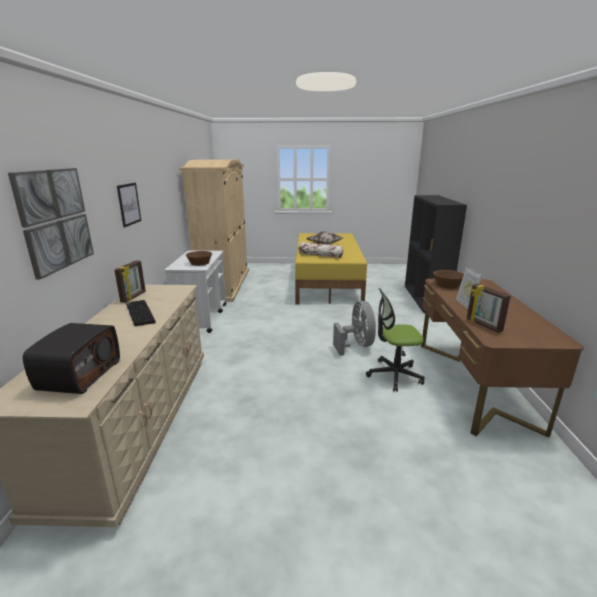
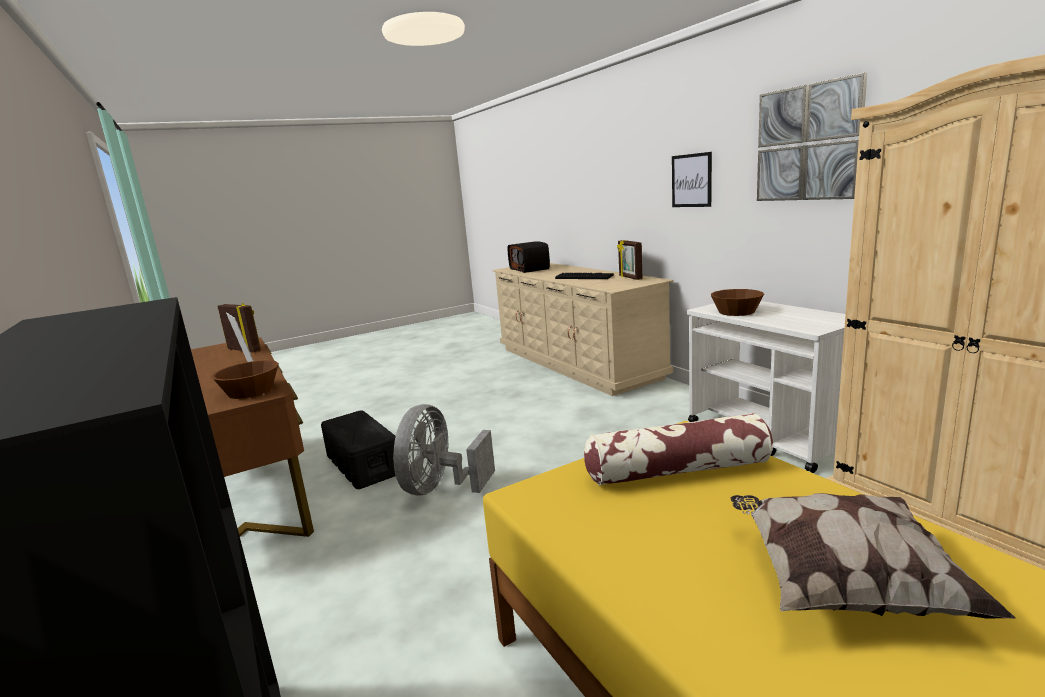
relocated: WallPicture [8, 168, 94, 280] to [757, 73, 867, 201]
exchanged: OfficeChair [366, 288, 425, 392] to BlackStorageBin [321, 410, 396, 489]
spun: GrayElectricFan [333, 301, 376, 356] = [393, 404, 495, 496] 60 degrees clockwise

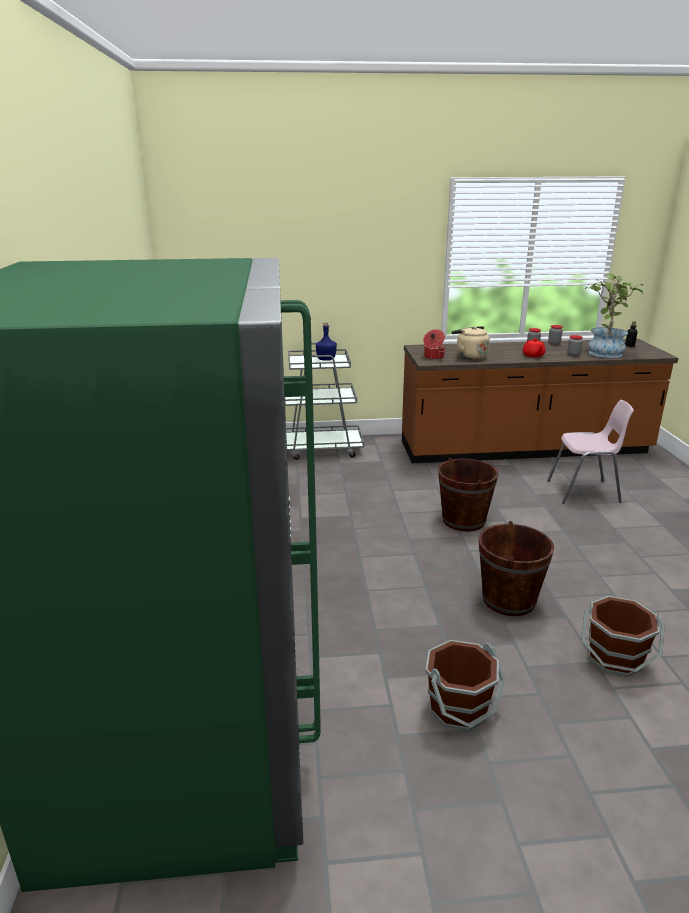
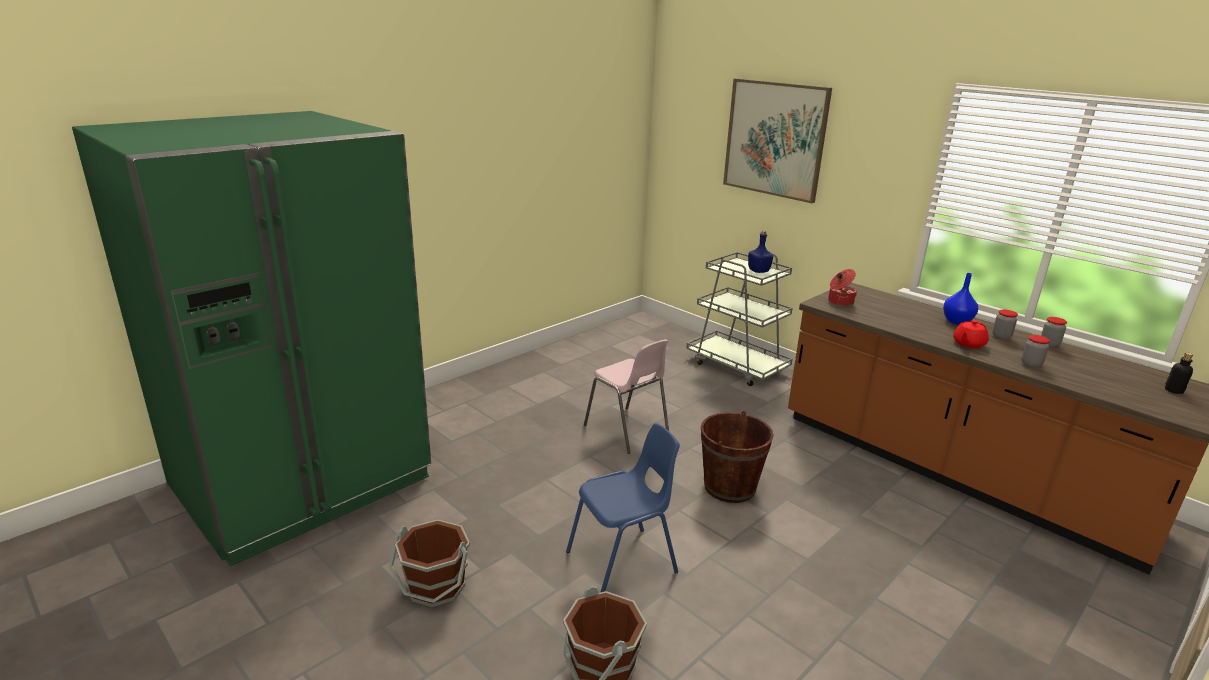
missing: BeigeColouredWaterKettle [451, 326, 490, 360]; PlantInAPot [585, 273, 643, 358]
appeared: WallPicture [723, 78, 832, 203]; BlueDecorativeVase [943, 273, 978, 325]
relocated: PinkishUprightChair [547, 400, 634, 504] to [584, 339, 669, 454]
exchanged: BrownBucket [479, 521, 554, 616] to BlueUprightChair [566, 423, 680, 592]

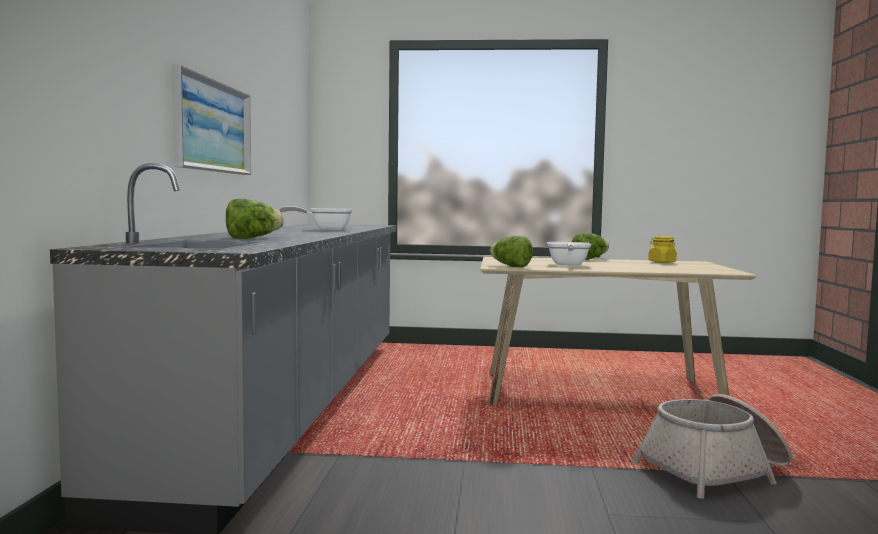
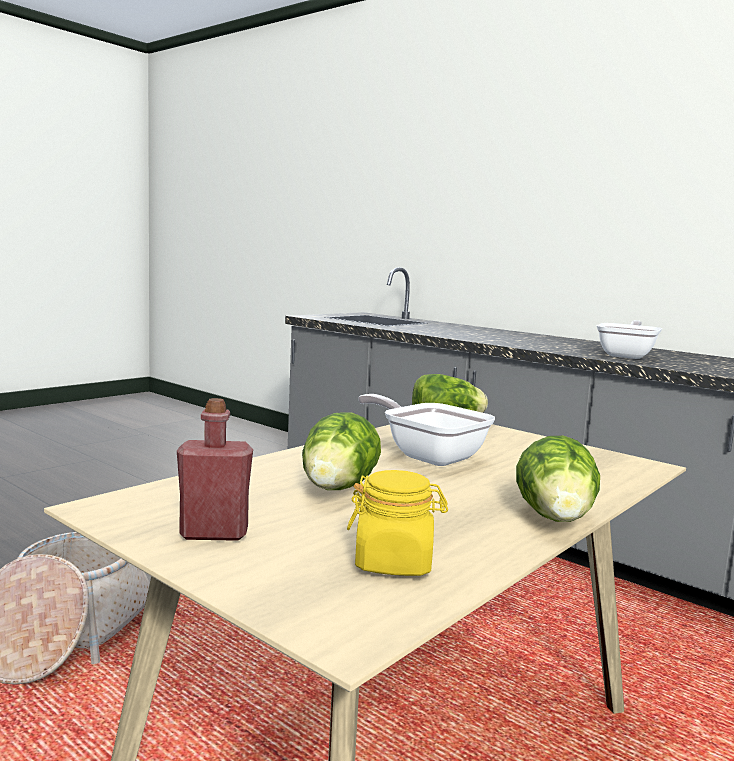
missing: WallPicture [172, 65, 251, 175]
appeared: ReddishDrinkBottle [177, 398, 253, 541]
relocated: HeadOfLettuce [226, 199, 284, 239] to [302, 412, 381, 490]

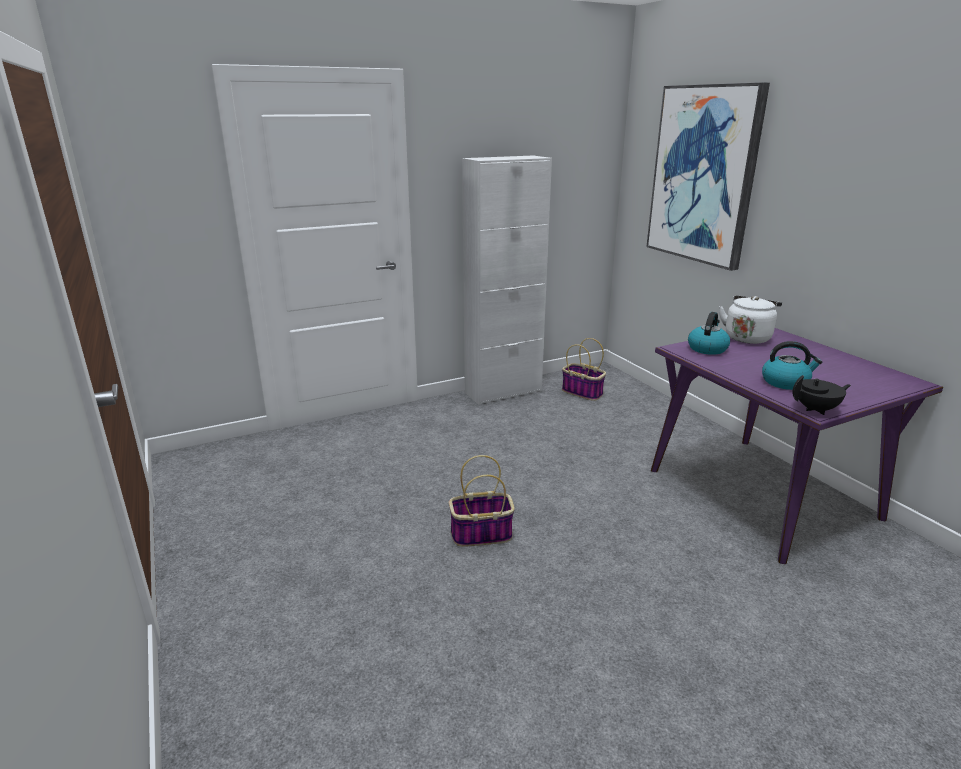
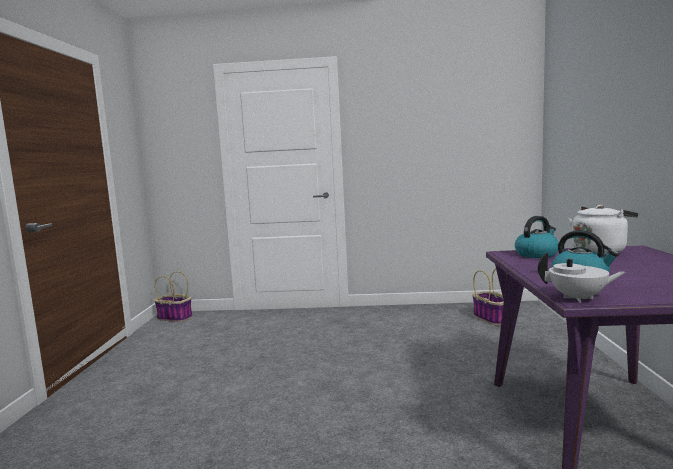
missing: WhiteCupboard [462, 155, 552, 405]; WallPicture [646, 83, 770, 271]
relocated: Basket [449, 455, 515, 547] to [154, 271, 192, 322]
colour: BlackPotForTea [792, 375, 851, 415] to WhitePotForTea [538, 252, 626, 303]

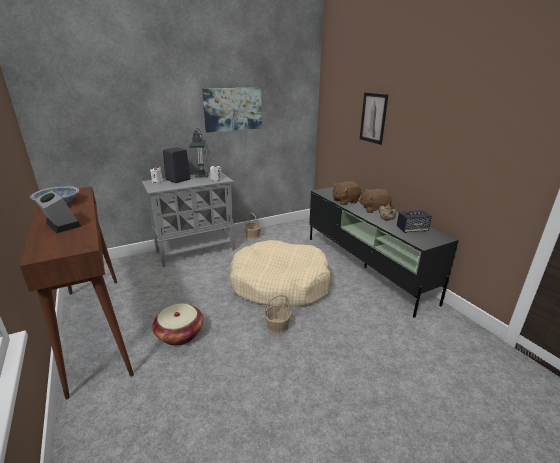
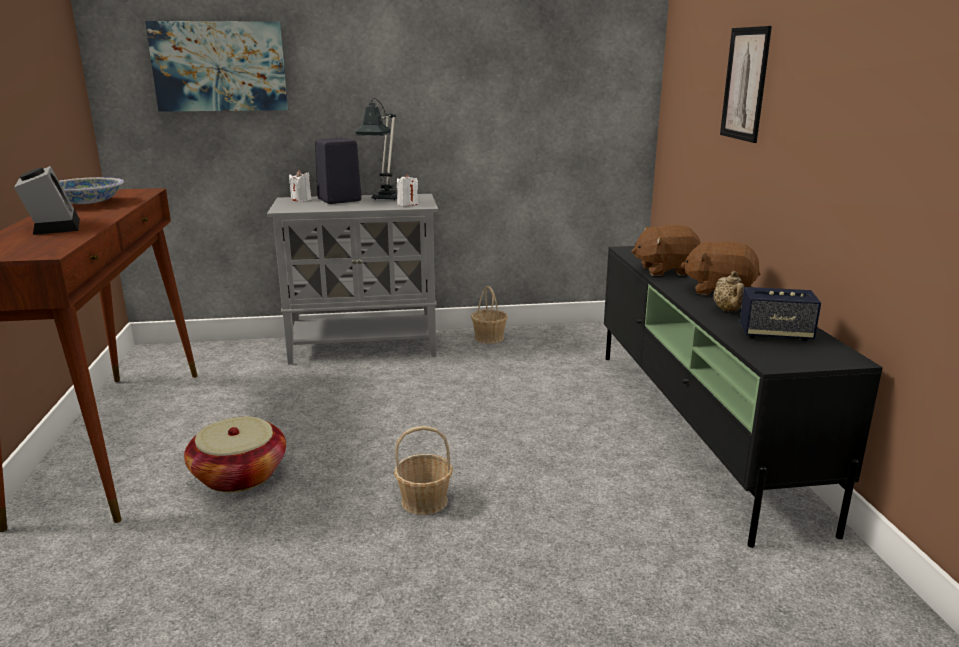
missing: BeigeColouredDogBed [229, 240, 331, 307]
relocated: WallPicture [202, 87, 262, 132] to [145, 21, 288, 112]

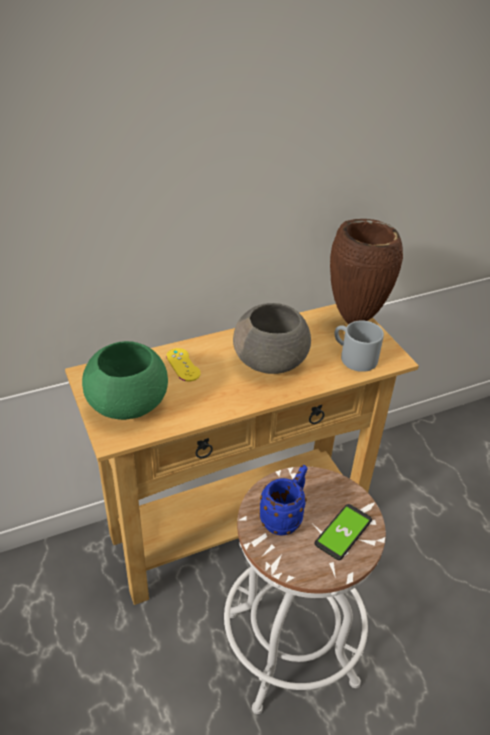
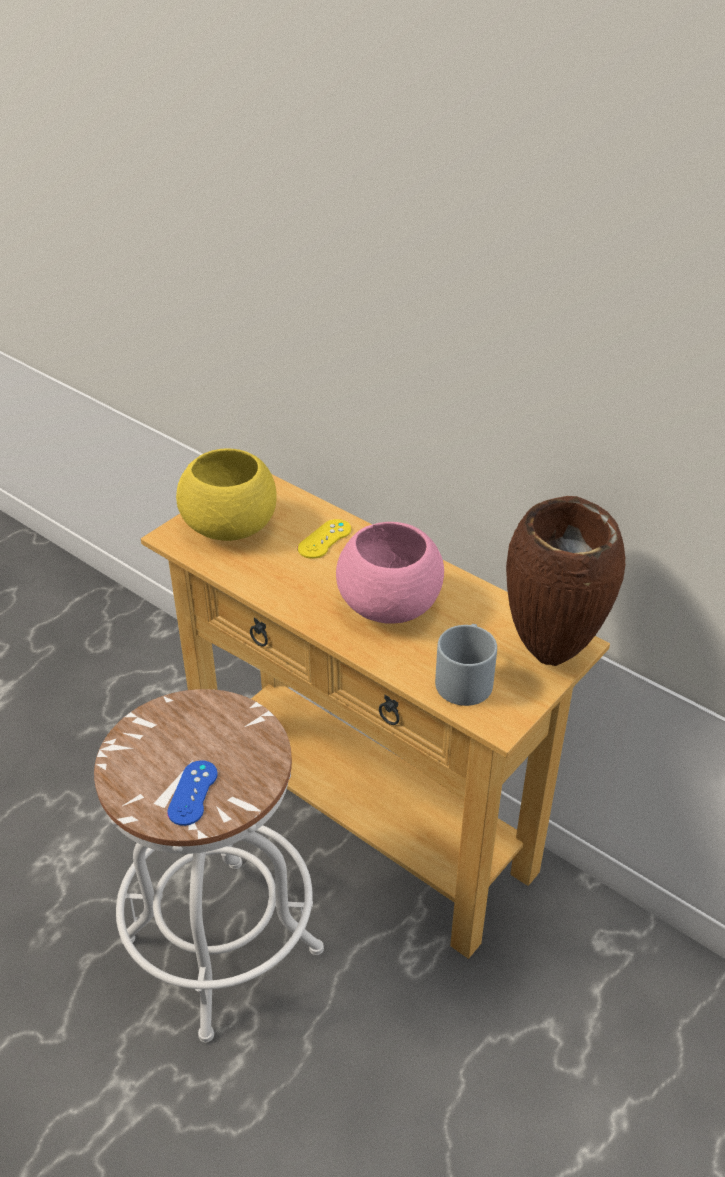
missing: BlueTeaMug [259, 465, 308, 535]
exchanged: Phone [315, 504, 372, 560] to BlueGamepad [167, 760, 218, 826]
colour: GreenColouredBowl [82, 341, 168, 420] to YellowishBowl [176, 449, 277, 541]; GrayBowl [233, 303, 311, 374] to PinkishBowl [336, 522, 444, 624]

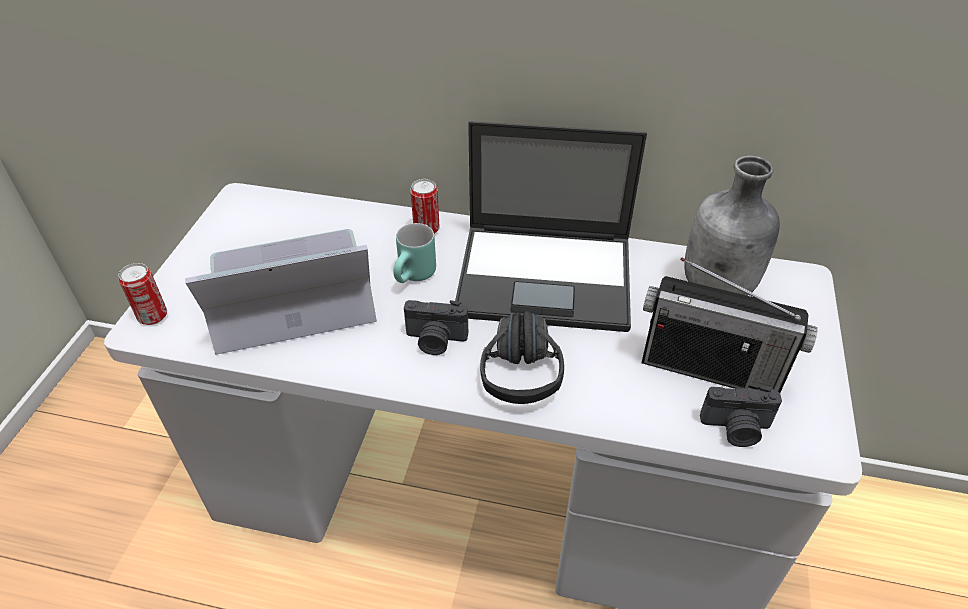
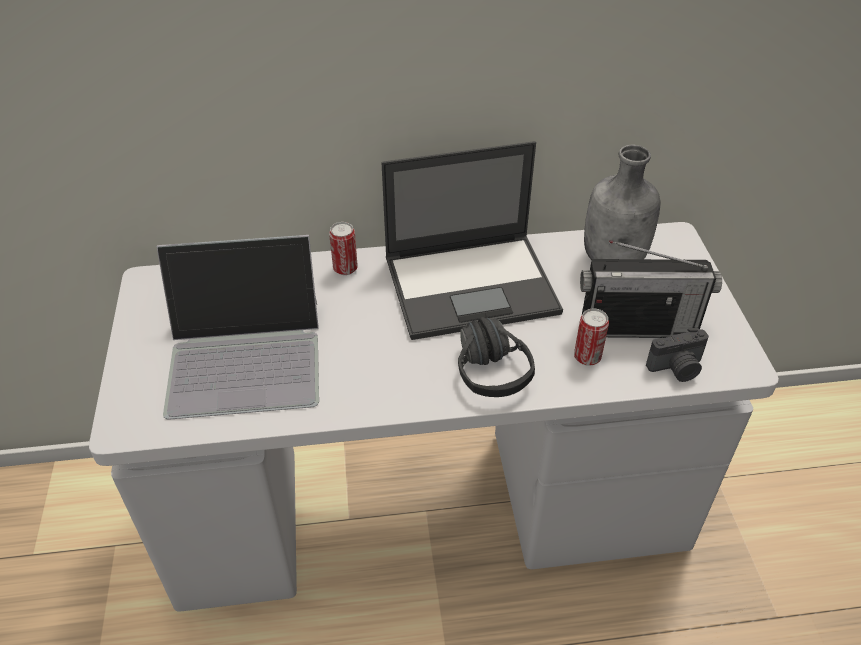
missing: BlueGreenTeaMug [394, 223, 436, 283]; StillCamera [404, 300, 468, 355]
relocated: Can [119, 263, 167, 325] to [574, 308, 609, 366]
spun: PortableComputer [185, 229, 377, 355] = [156, 235, 319, 420] 150 degrees counterclockwise

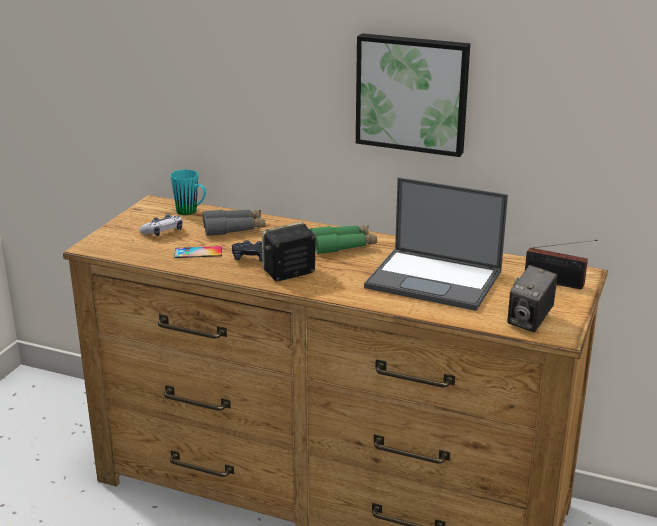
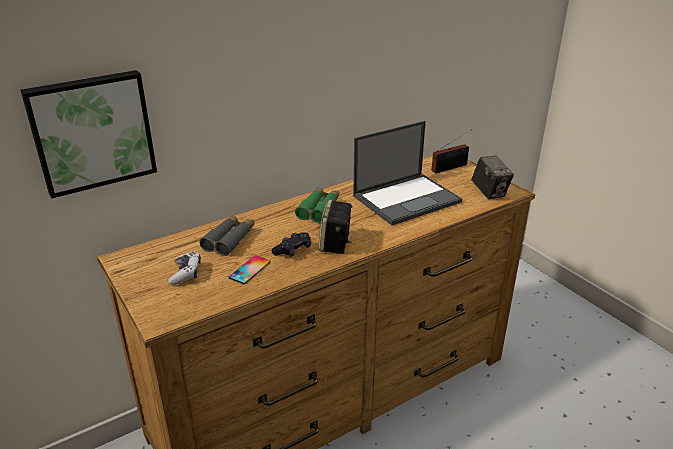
missing: BlueGreenTeaMug [170, 169, 206, 215]
relocated: WallPicture [356, 33, 470, 157] to [20, 70, 157, 198]

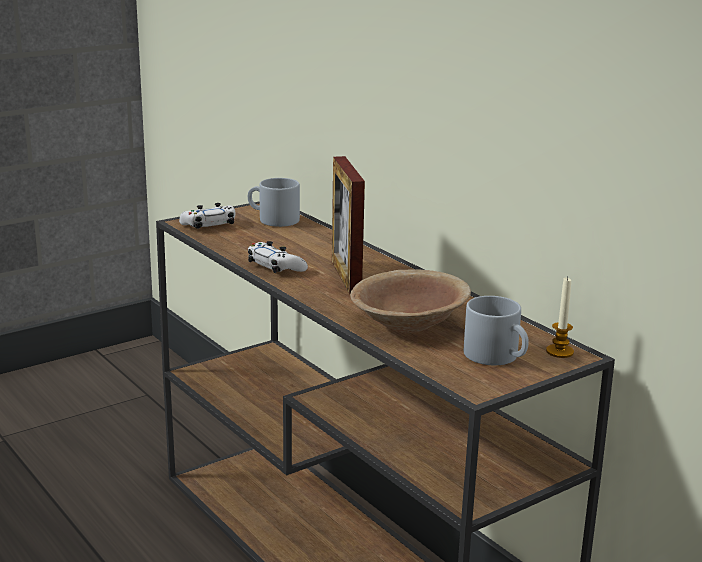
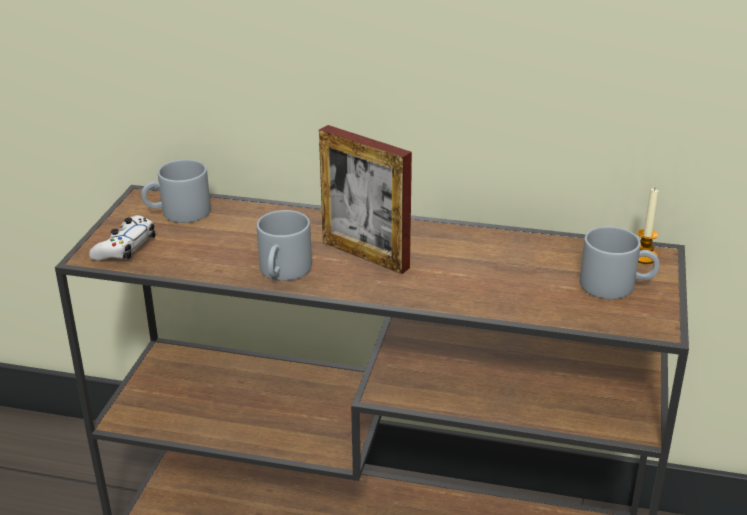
missing: BrownBowl [350, 269, 471, 333]
exchanged: WhiteGamepad [248, 241, 308, 273] to GrayTeaMug [257, 210, 312, 281]

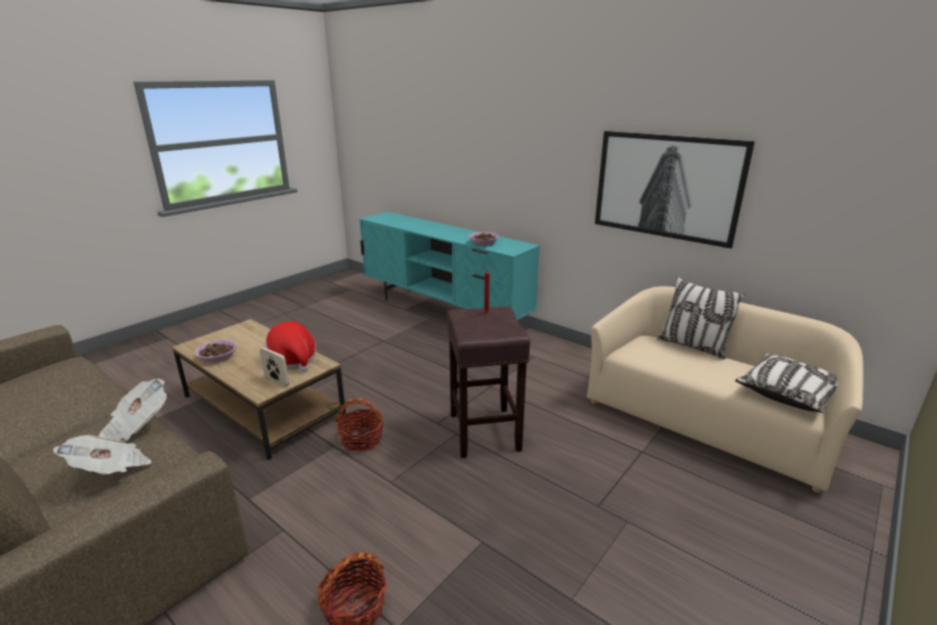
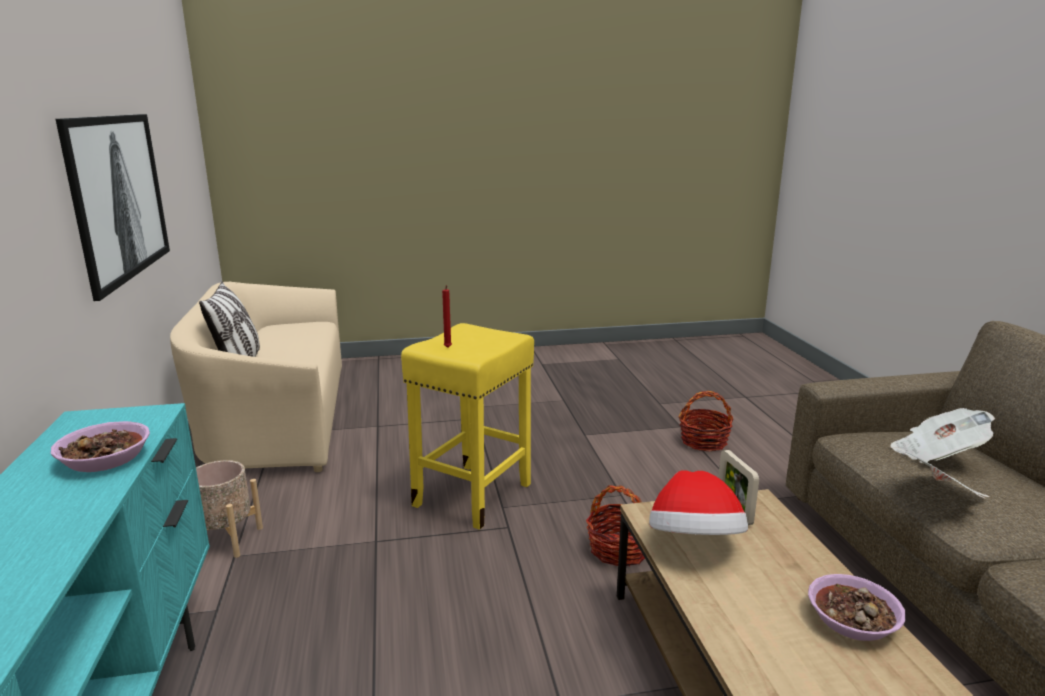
missing: Pillow [735, 353, 838, 413]
appeared: BeigeColouredFlowerPot [196, 460, 263, 558]
colour: BrownStool [447, 306, 530, 458] to YellowishStool [401, 323, 534, 530]

